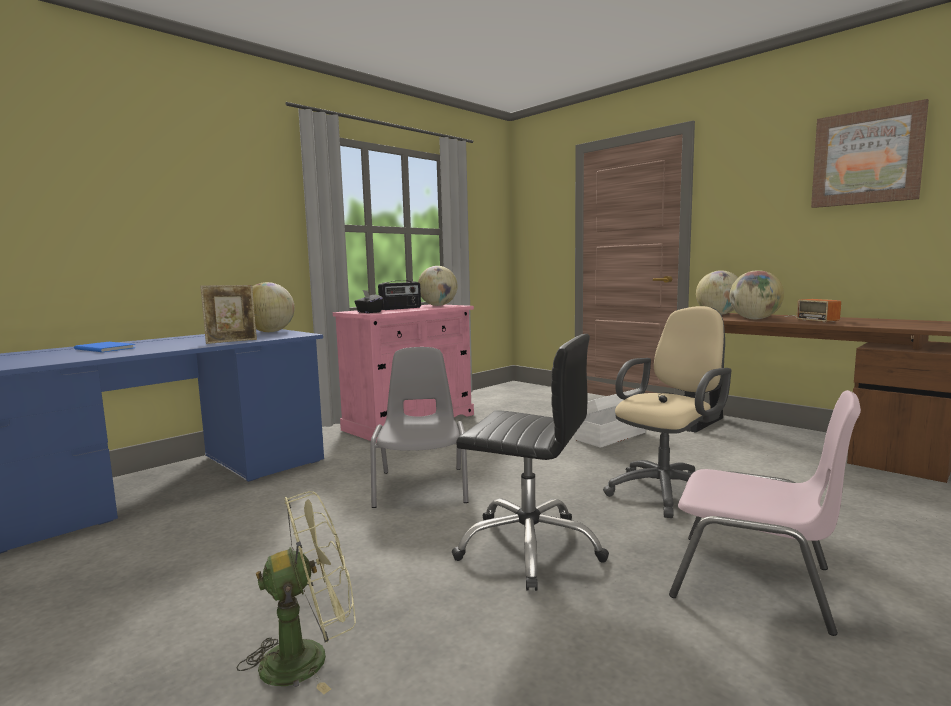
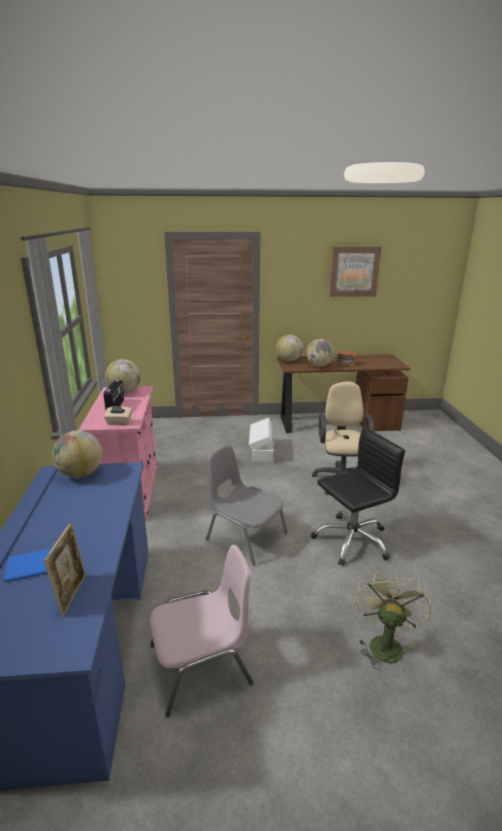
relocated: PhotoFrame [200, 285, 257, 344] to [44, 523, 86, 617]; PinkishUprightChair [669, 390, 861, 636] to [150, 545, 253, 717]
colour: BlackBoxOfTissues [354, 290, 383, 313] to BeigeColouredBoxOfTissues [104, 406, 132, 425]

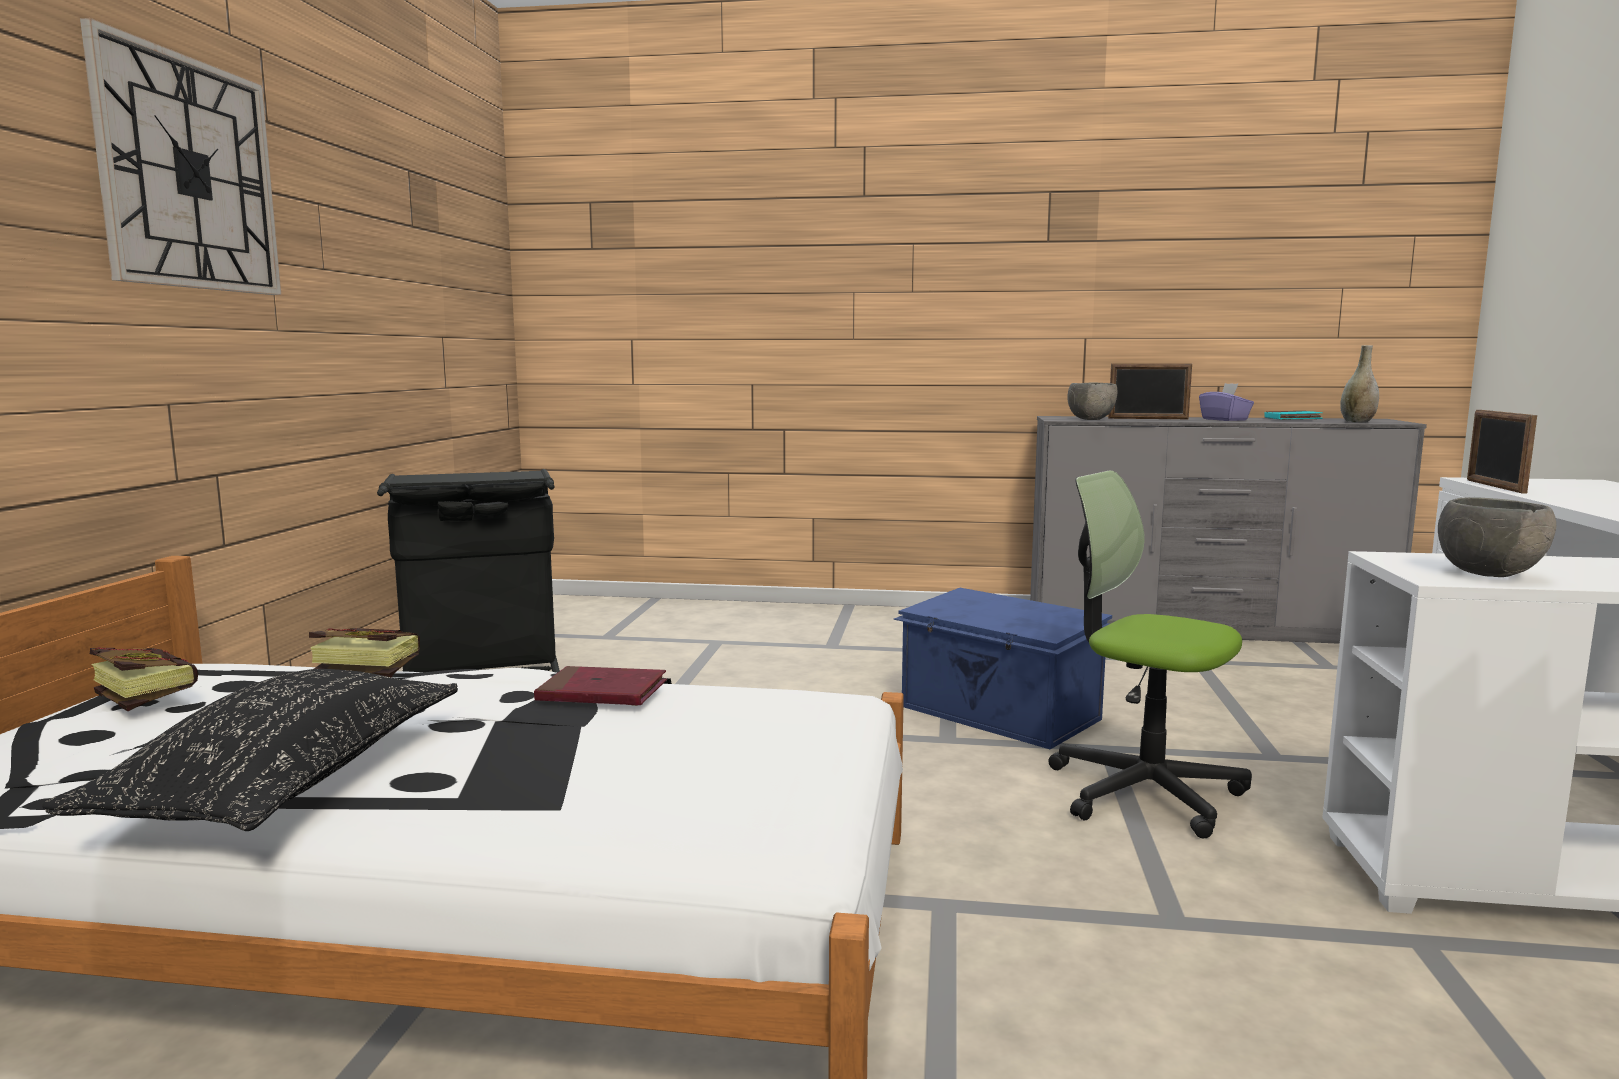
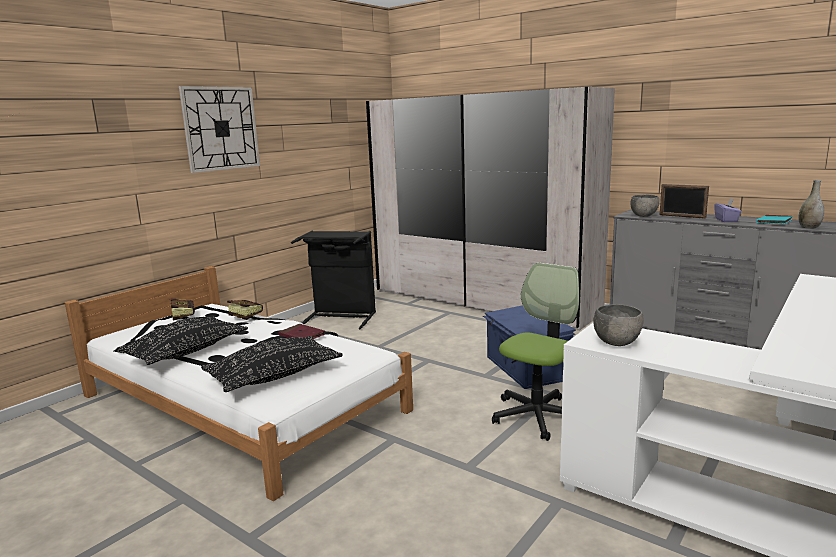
missing: PhotoFrame [1467, 410, 1537, 494]
appeared: BlackPillow [201, 336, 343, 392]; WhiteArmoire [366, 87, 615, 331]
spun: OfficeChair [1048, 470, 1252, 839] = [492, 263, 580, 441] 60 degrees clockwise

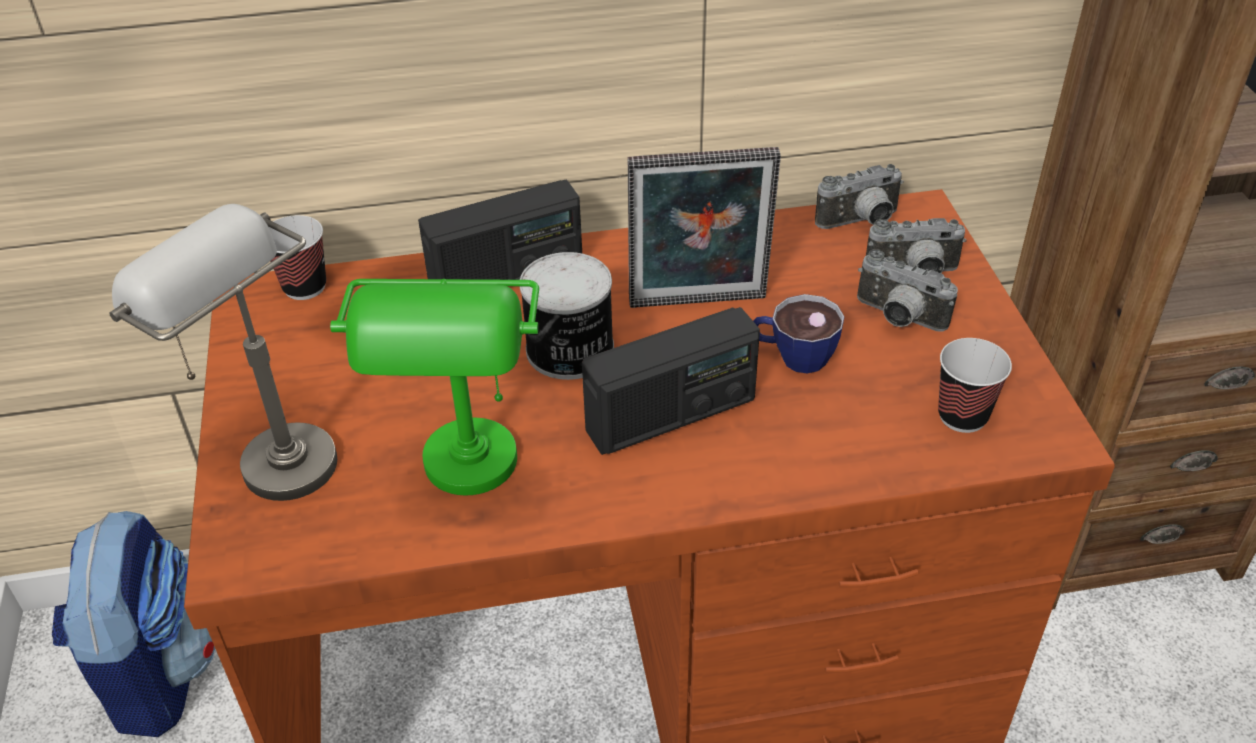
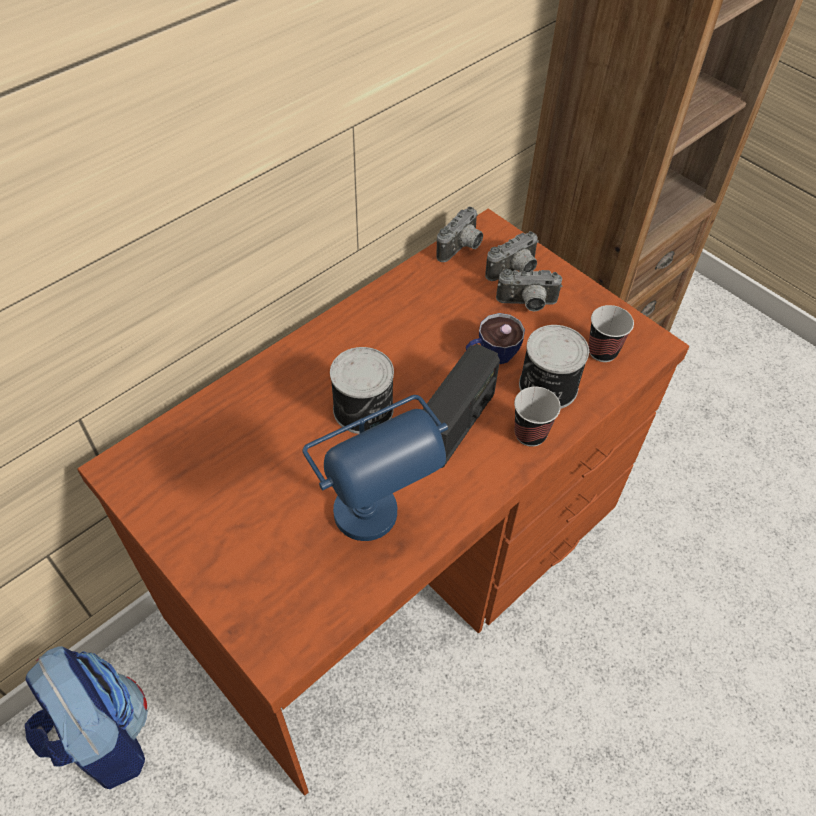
missing: GrayLampForATable [109, 204, 337, 501]; RadioSet [418, 180, 582, 280]; PhotoFrame [627, 147, 781, 308]
appeared: Can [519, 325, 589, 409]
relocated: DrinkingCup [269, 215, 326, 300] to [514, 387, 561, 447]
colour: GreenColouredLampForATable [330, 279, 539, 495] to BlueLampForATable [303, 395, 448, 541]

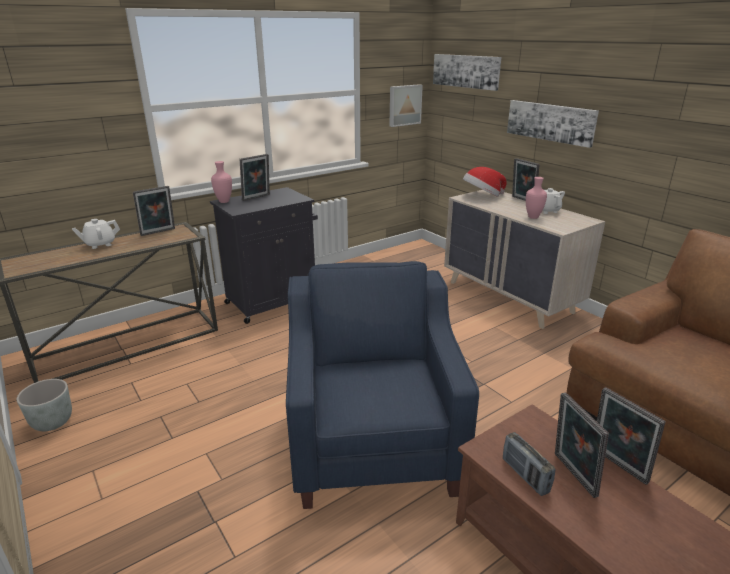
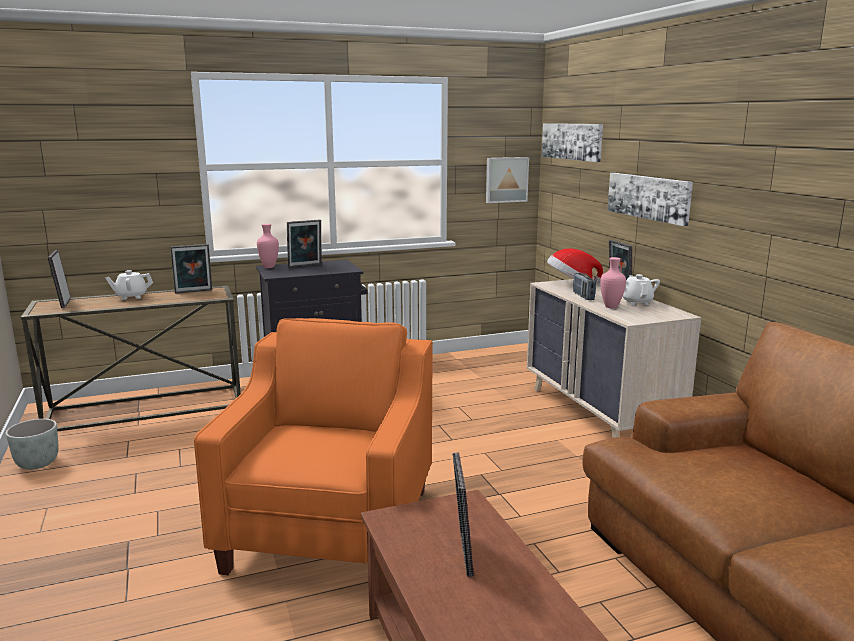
relocated: PhotoFrame [597, 387, 666, 485] to [47, 250, 71, 308]; RadioSet [503, 432, 555, 496] to [573, 273, 596, 300]
colour: BlueEasyChair [286, 261, 479, 509] to OrangeColouredEasyChair [194, 318, 433, 575]

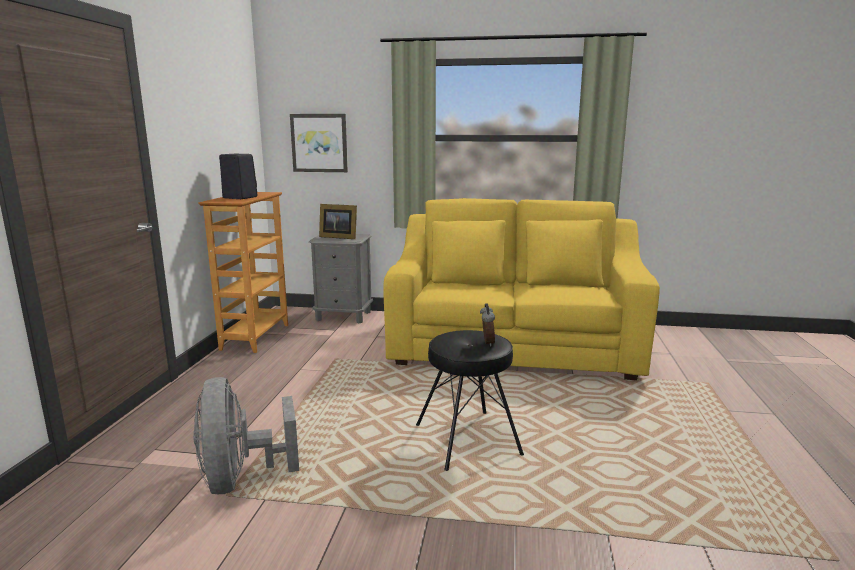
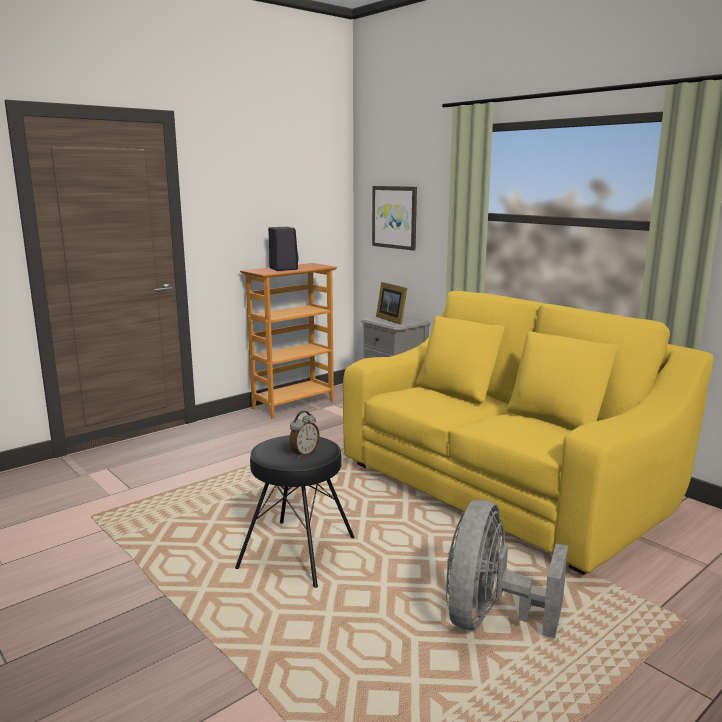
relocated: GrayElectricFan [193, 377, 299, 494] to [446, 500, 568, 638]

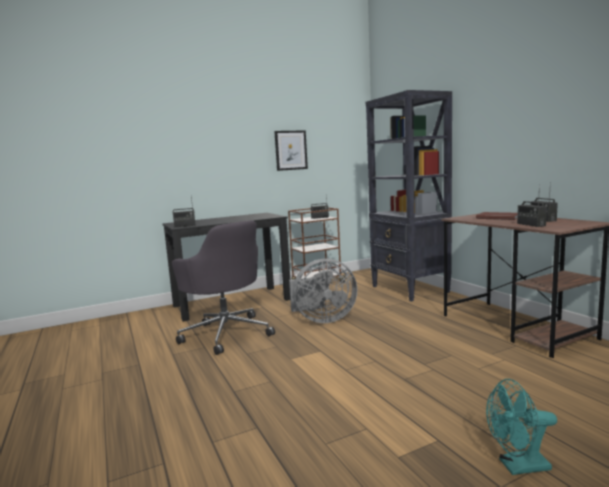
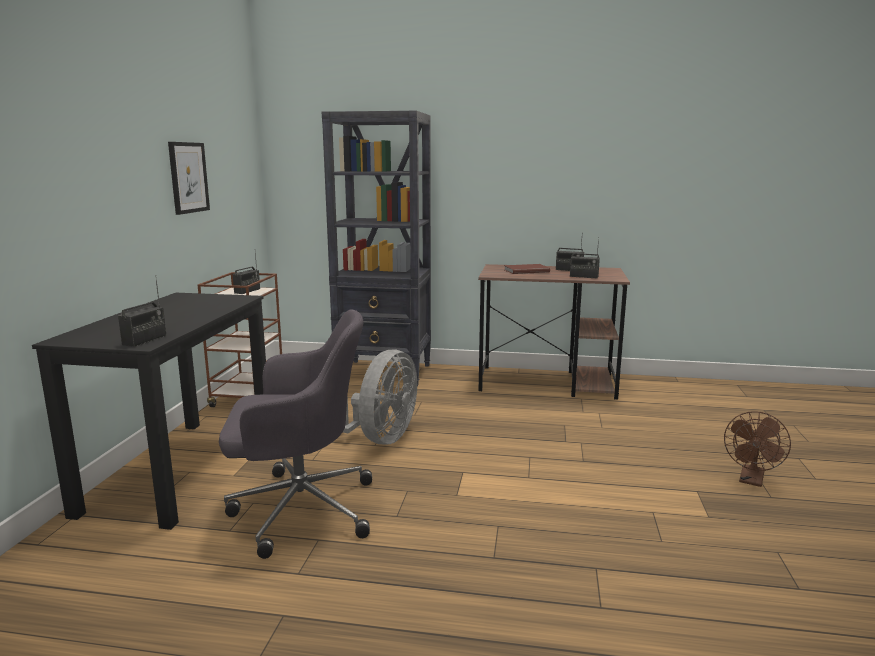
colour: BlueGreenElectricFan [486, 379, 557, 475] to BrownElectricFan [724, 411, 791, 487]

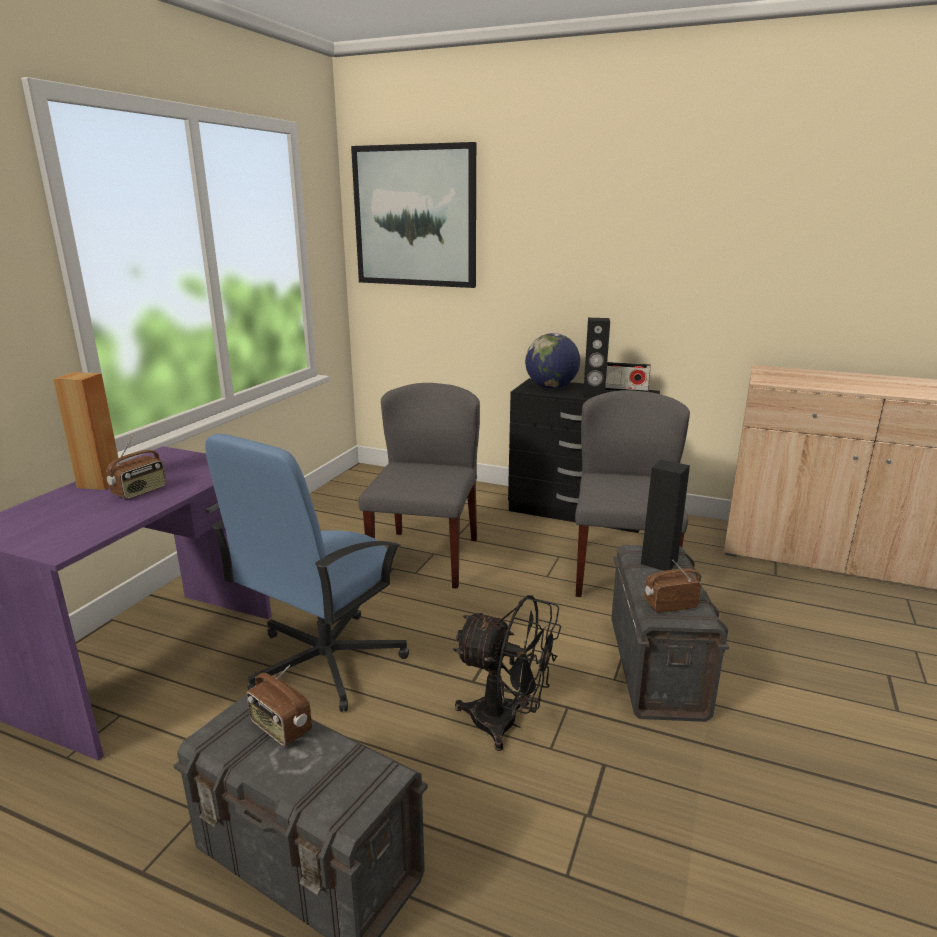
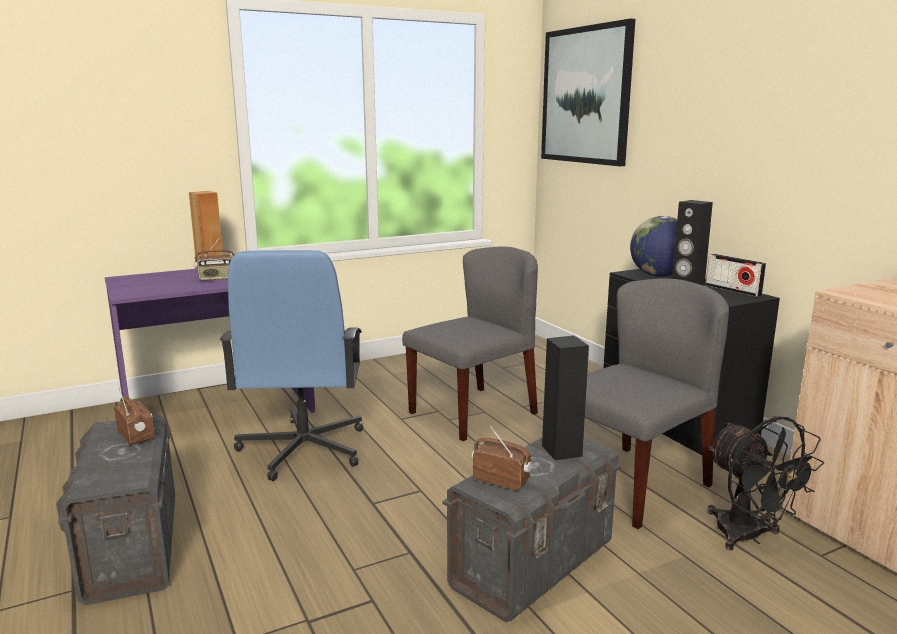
relocated: BlackElectricFan [453, 595, 561, 751] to [707, 416, 824, 550]
spun: RadioSet [247, 665, 312, 747] = [114, 385, 154, 445] 150 degrees clockwise; BlueOfficeChair [205, 433, 409, 712] = [219, 250, 363, 481] 75 degrees counterclockwise

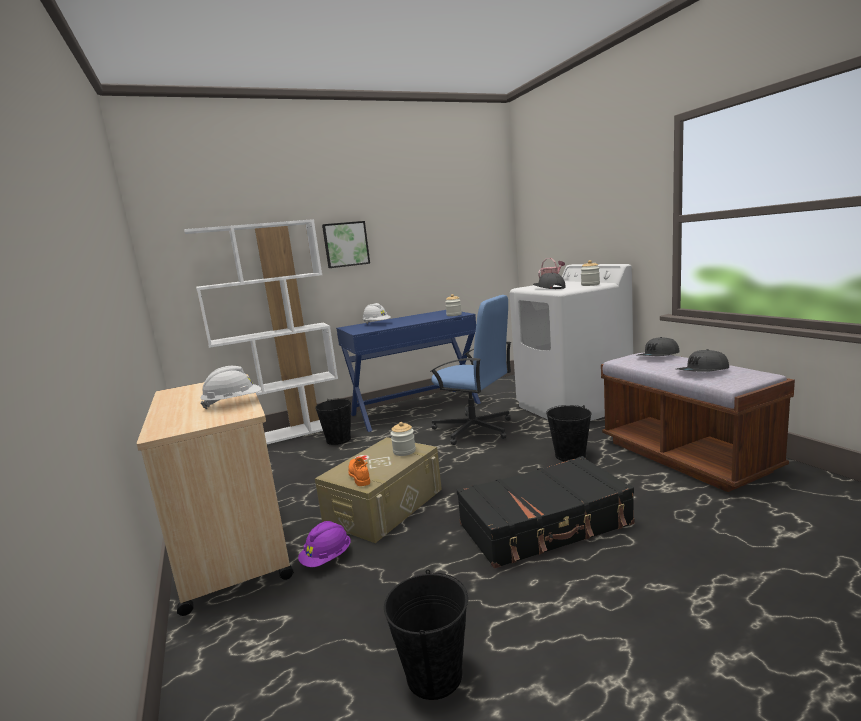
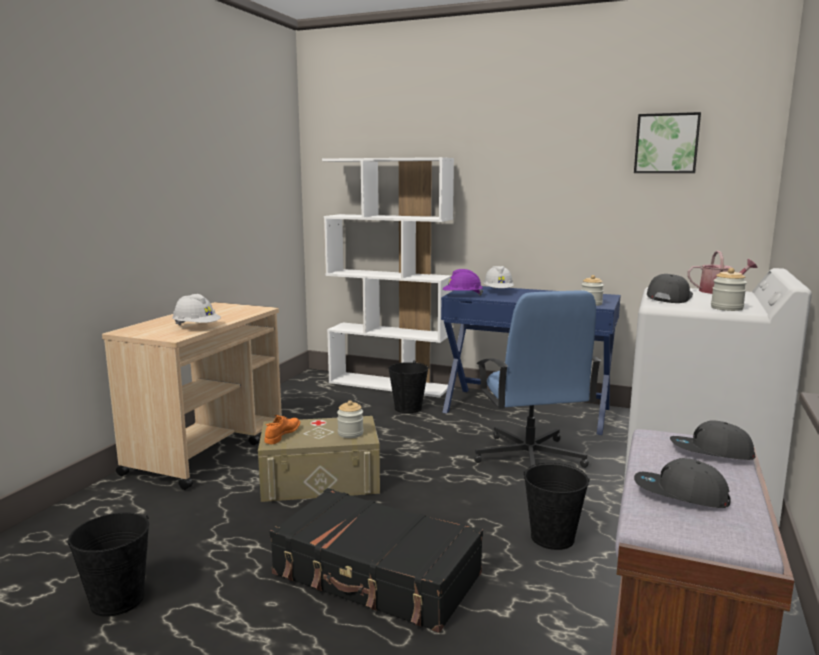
relocated: PurpleWorkHelmet [298, 521, 351, 567] to [443, 269, 483, 296]; WallPicture [322, 221, 370, 268] to [634, 112, 701, 173]

